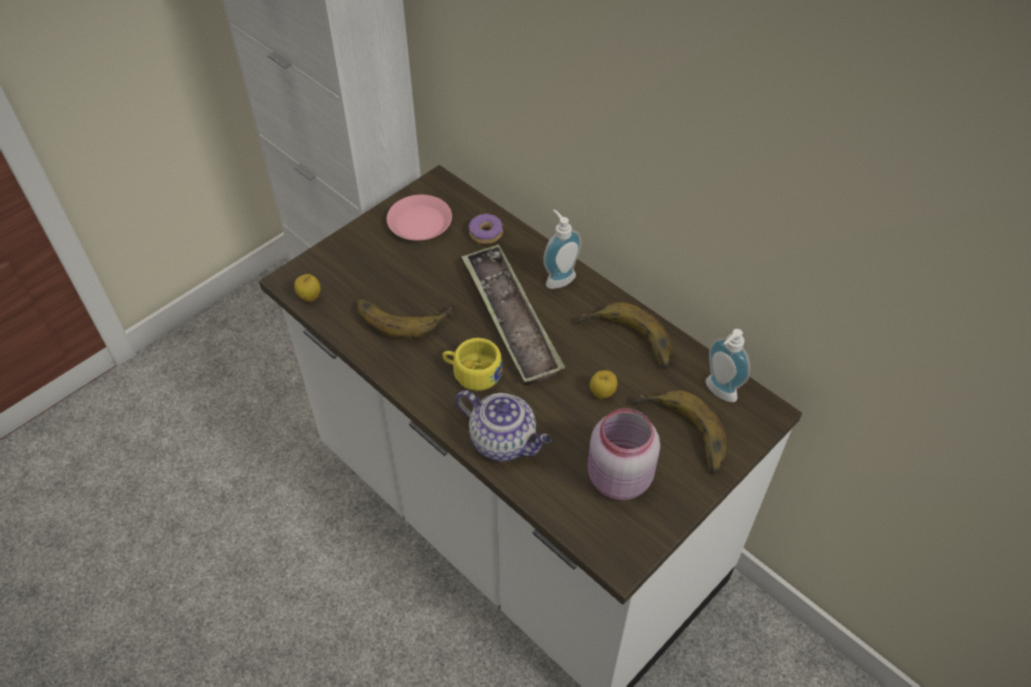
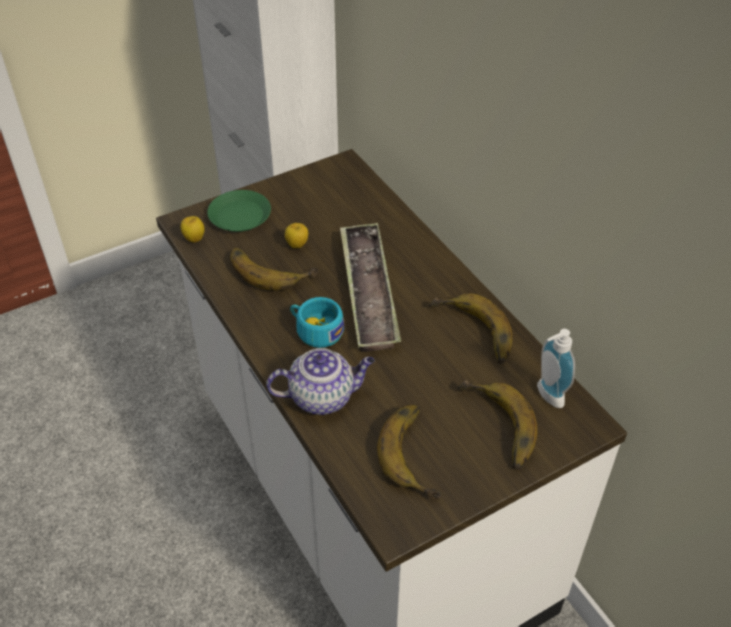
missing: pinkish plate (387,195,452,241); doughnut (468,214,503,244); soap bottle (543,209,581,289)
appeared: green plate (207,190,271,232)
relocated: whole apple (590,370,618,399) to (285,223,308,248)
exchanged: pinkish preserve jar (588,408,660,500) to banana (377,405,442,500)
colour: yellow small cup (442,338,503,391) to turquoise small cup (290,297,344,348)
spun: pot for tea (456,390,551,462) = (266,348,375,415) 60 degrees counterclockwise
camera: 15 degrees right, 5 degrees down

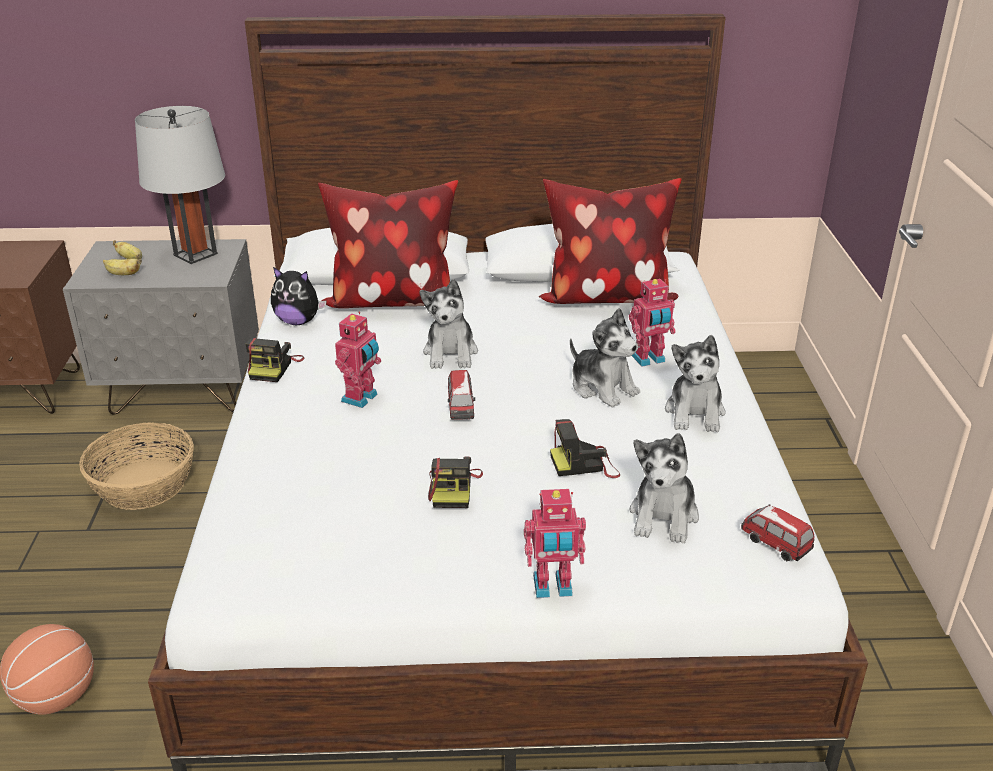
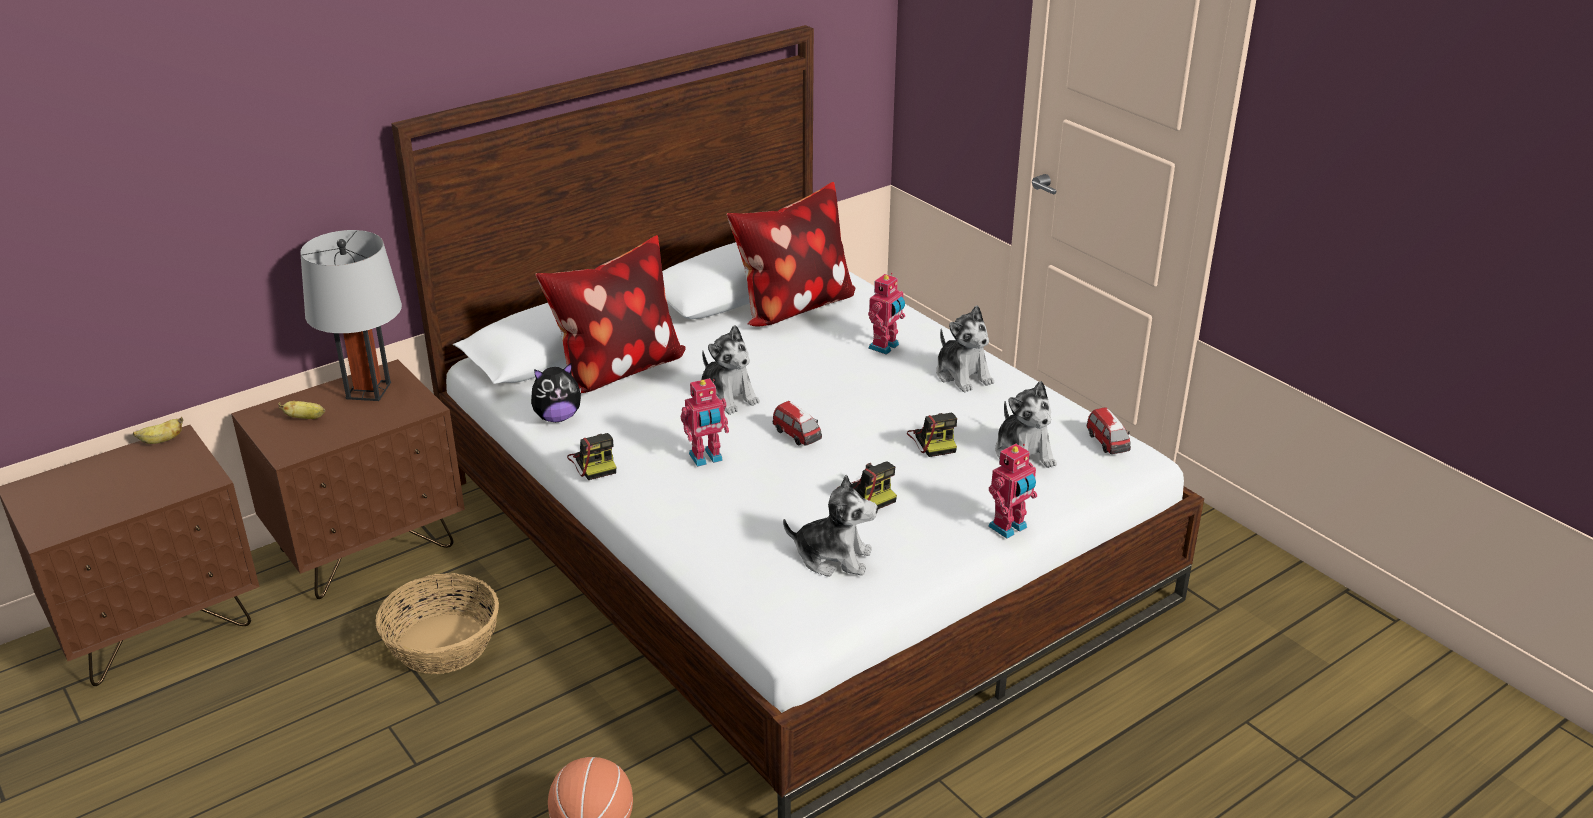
relocated: banana (103,259,142,275) to (133,417,184,444); soft toy (570,308,640,407) to (783,475,878,577)
colour: greyish nightstand (63,239,259,414) to brown nightstand (231,359,465,599)
spun: robot figure (335,311,381,408) = (681,378,729,467) 75 degrees clockwise; still camera (550,419,620,478) = (907,413,957,457) 60 degrees counterclockwise; miniature car (741,505,815,561) = (1087,407,1131,454) 120 degrees counterclockwise
camera: 35 degrees left, 0 degrees up

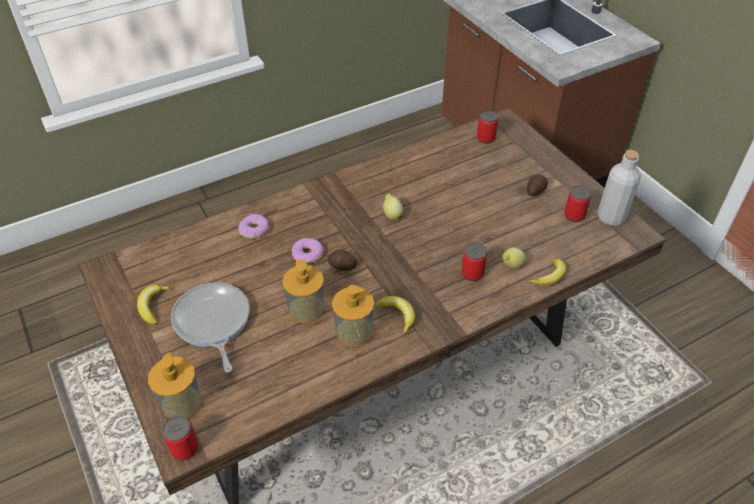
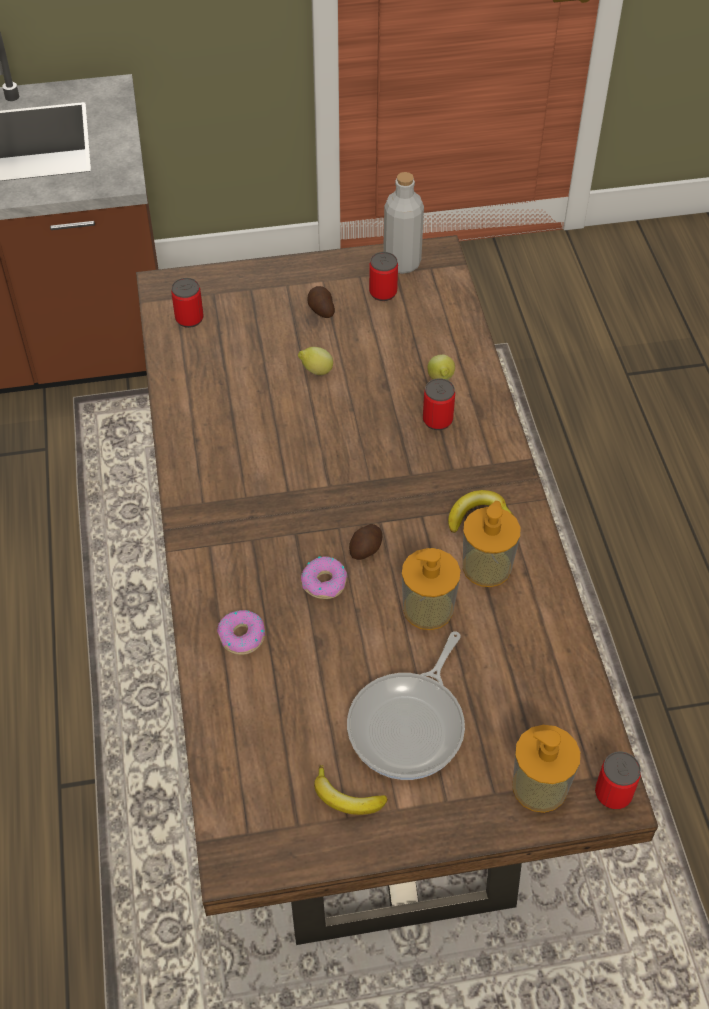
missing: banana (527,258,566,286)
relocated: whole lemon (383,193,403,220) to (298,347,333,375)
spun: pan (171,282,250,372) = (347,631,465,780) 60 degrees counterclockwise
camera: 70 degrees left, 5 degrees up

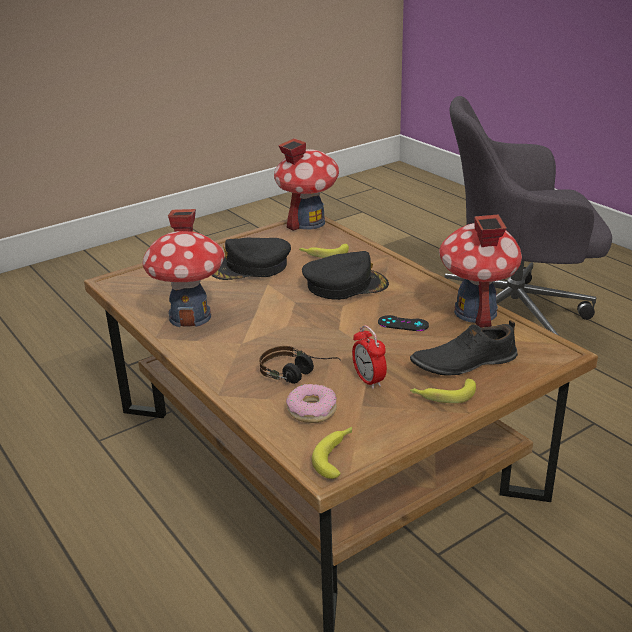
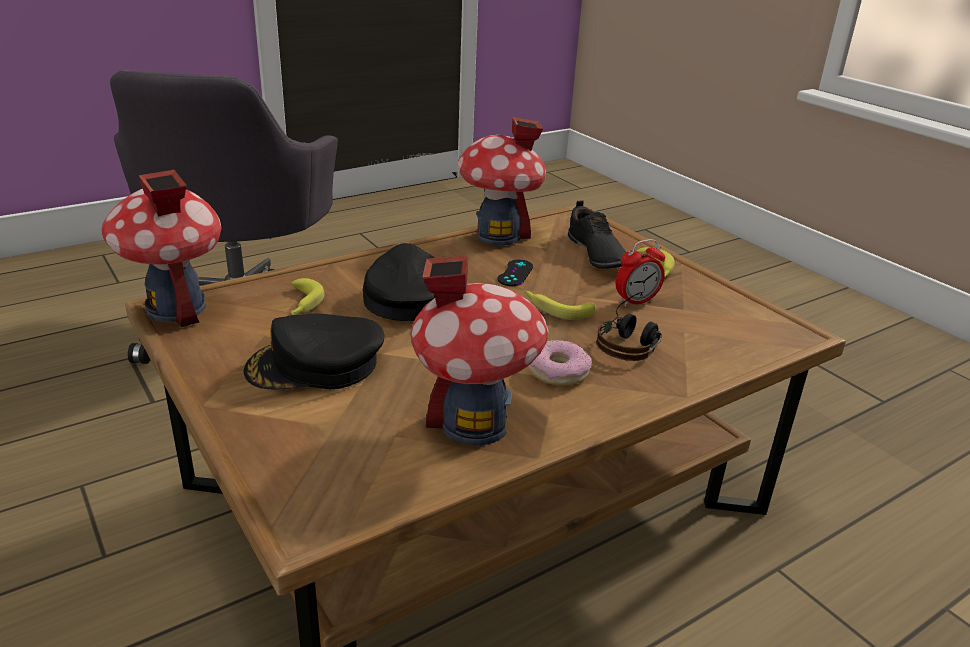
relocated: doughnut (286,384,337,423) to (529,340,592,386); banana (312,427,352,479) to (524,291,596,320)
spun: black cap (212,238,291,280) = (243,314,384,390) 90 degrees clockwise
camera: 90 degrees left, 0 degrees up

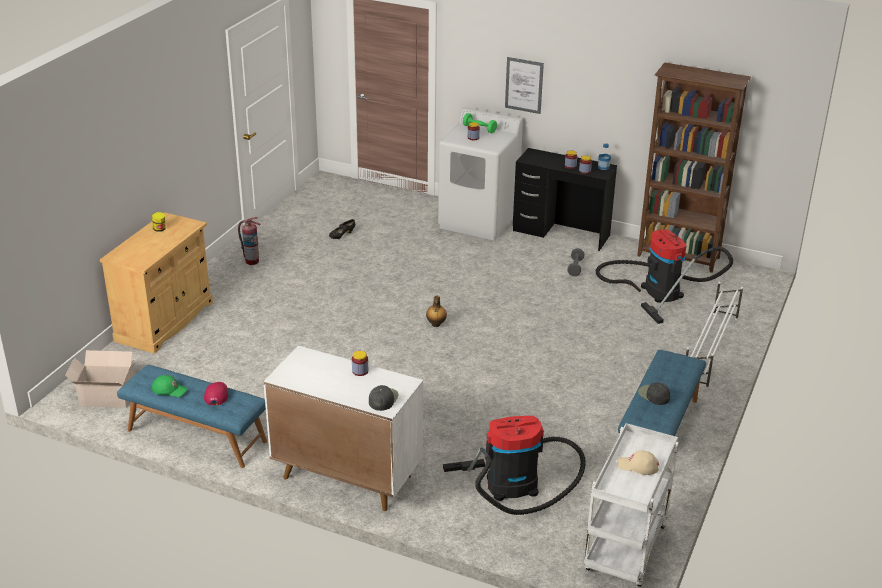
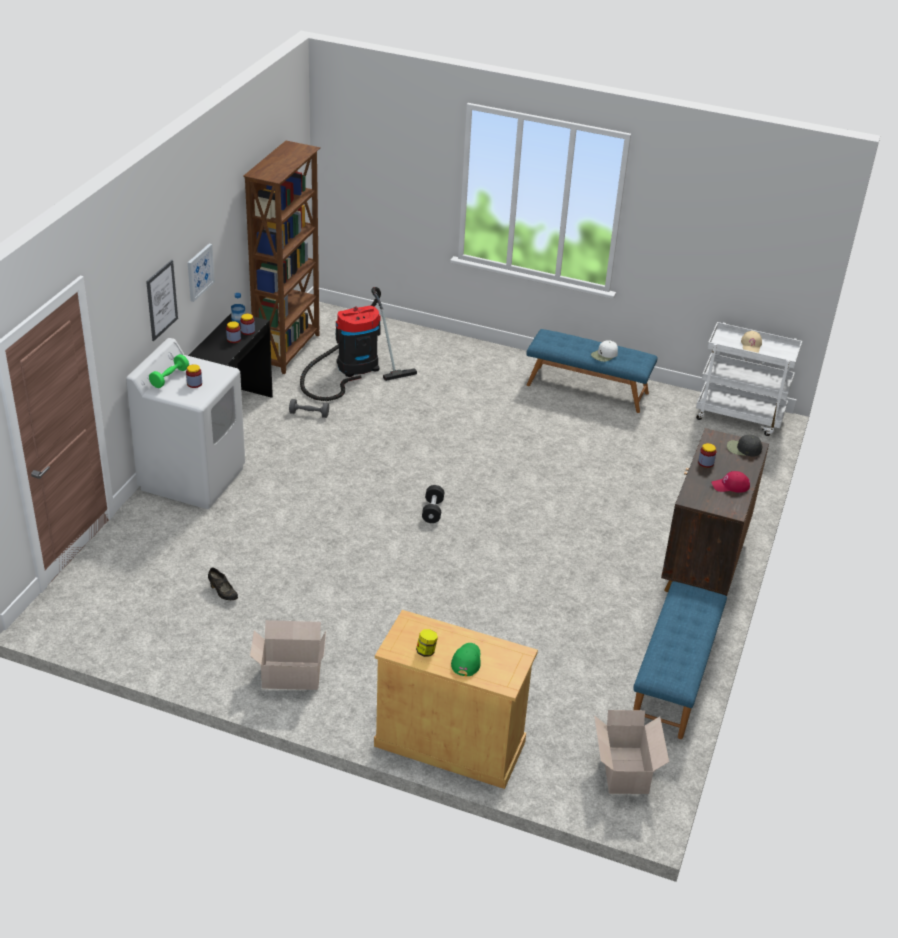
missing: hoover (443,416,586,515); white-coloured shoe stand (686,282,743,389)
appeared: picture (188,243,215,302)
relocated: green cap (152,375,188,397) to (451,643,481,676); red-coloured cap (204,382,228,405) to (712,471,750,493)
exchanged: fire extinguisher (238,217,261,265) to cardboard box (250,620,326,690); beverage bottle (426,296,447,327) to black dumbbell (422,485,444,523)
colour: white-coloured cabinet (263,346,423,511) to brown cabinet (661,428,769,596); black cap (638,382,670,405) to white-coloured cap (591,340,618,362)
camera: 95 degrees left, 5 degrees up

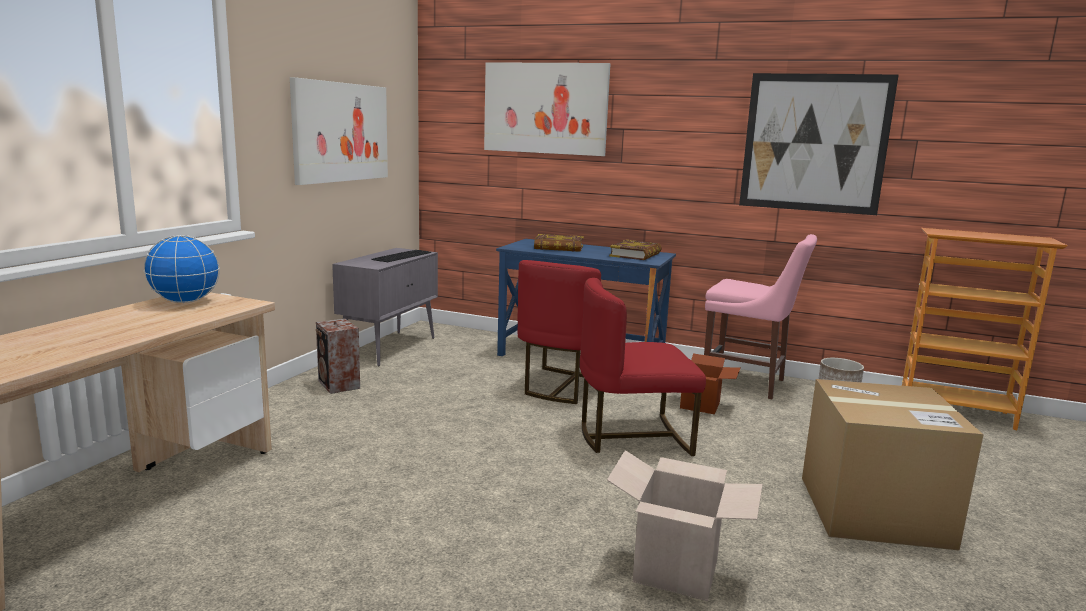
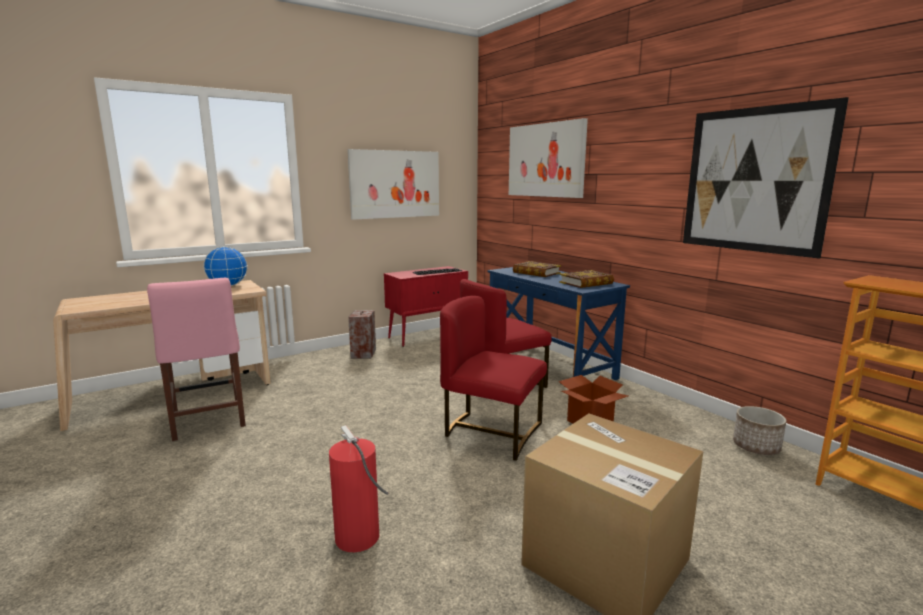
relocated: pinkish plain chair (704,234,817,399) to (147,278,246,441)
exchanged: cardboard box (607,450,763,601) to fire extinguisher (329,425,388,552)
colour: greyish cabinet (332,248,438,366) to red-coloured cabinet (384,266,468,347)
camera: 35 degrees right, 0 degrees up

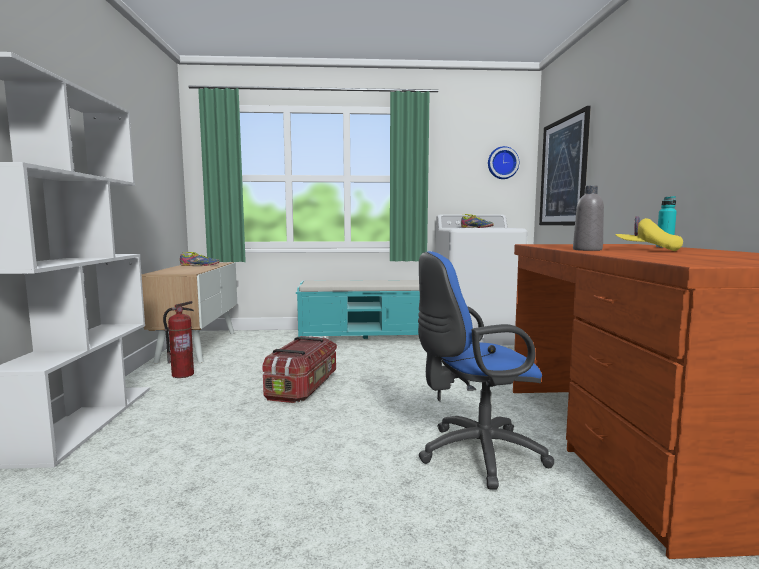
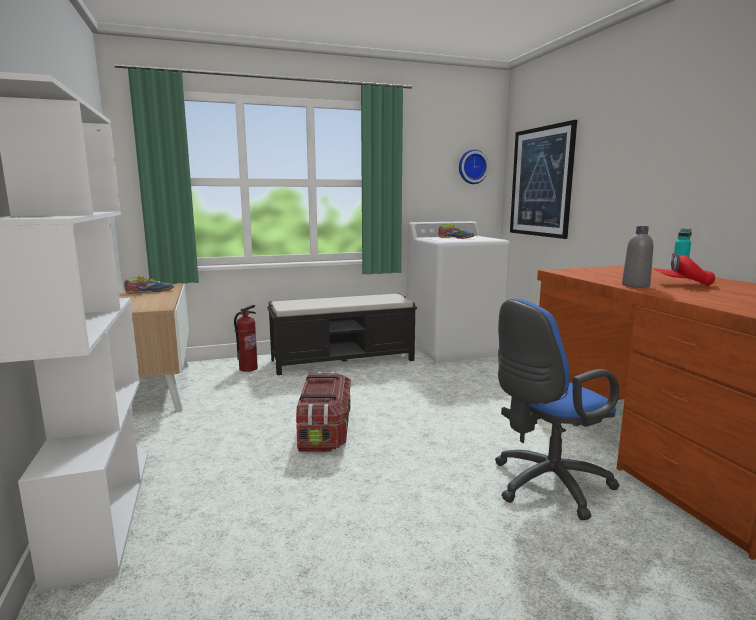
relocated: fire extinguisher (163,301,194,378) to (234,305,258,372)
colour: turquoise long seat (296,280,420,339) to black long seat (267,293,417,375); yellow cap (615,216,683,251) to red-coloured cap (655,253,715,286)
camera: 15 degrees left, 5 degrees up

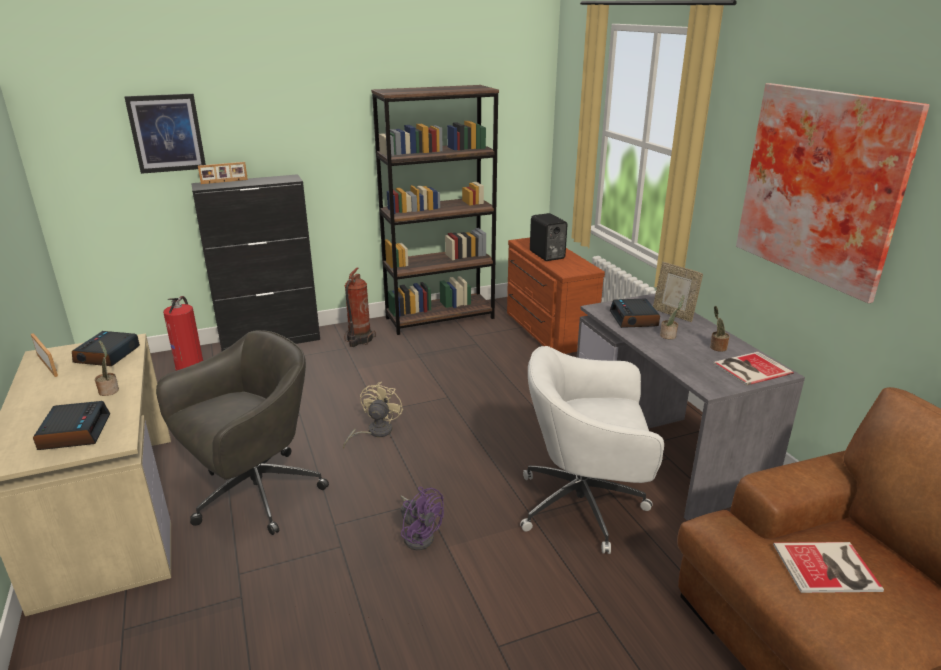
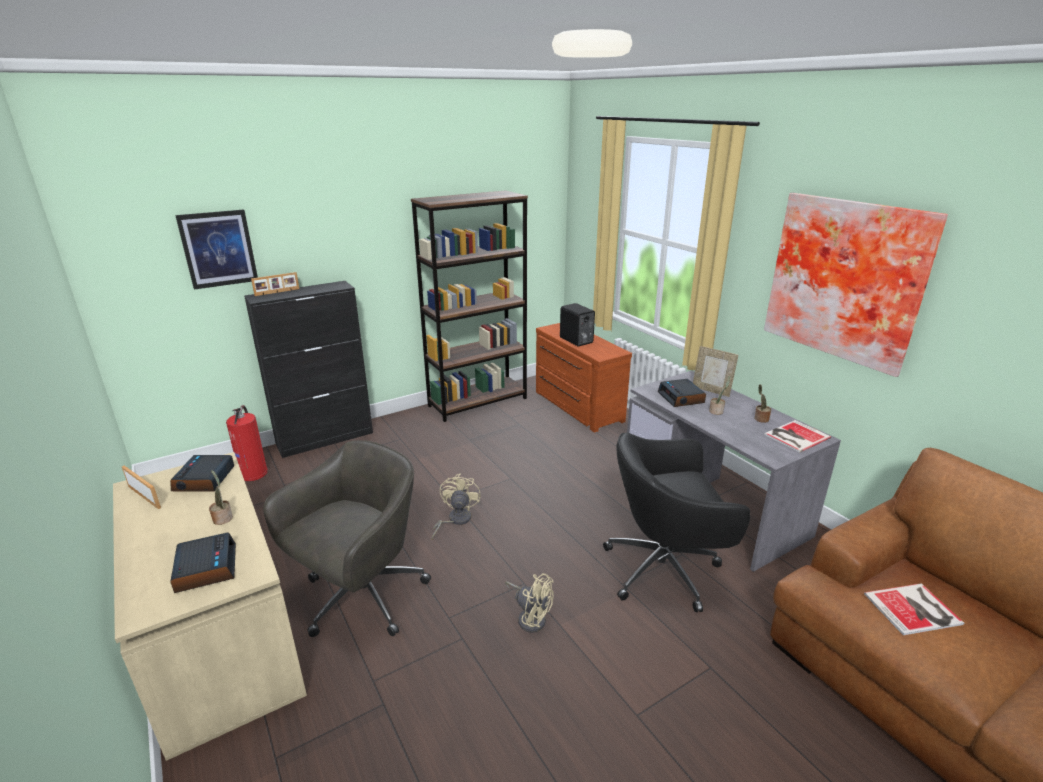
missing: fire extinguisher (344,267,376,347)
colour: purplish fan (400,487,444,550) to beige-coloured fan (505,573,553,633); white-coloured office chair (520,346,664,554) to black office chair (603,432,750,612)
camera: 10 degrees left, 0 degrees up

